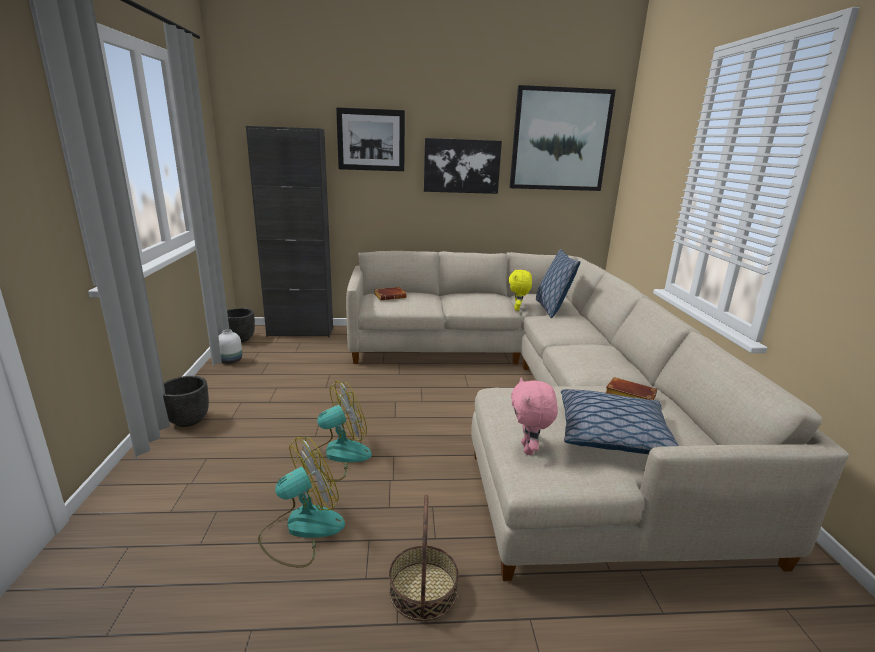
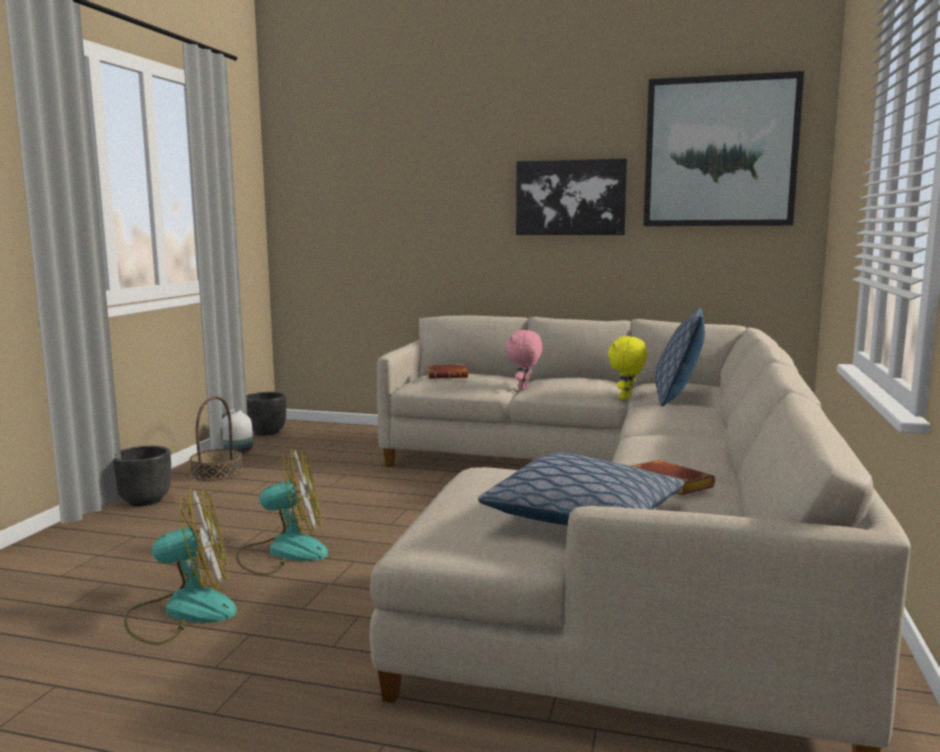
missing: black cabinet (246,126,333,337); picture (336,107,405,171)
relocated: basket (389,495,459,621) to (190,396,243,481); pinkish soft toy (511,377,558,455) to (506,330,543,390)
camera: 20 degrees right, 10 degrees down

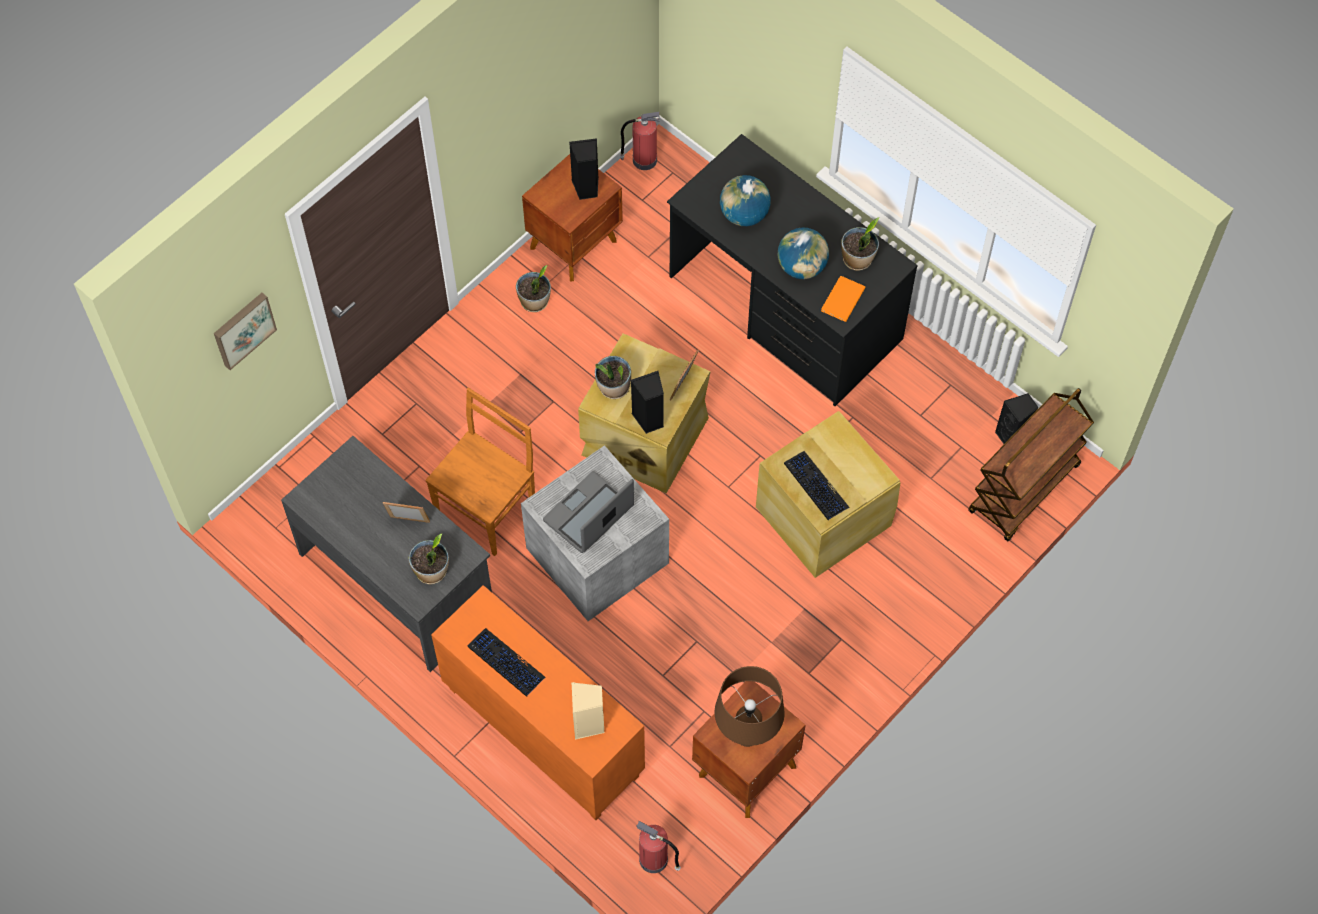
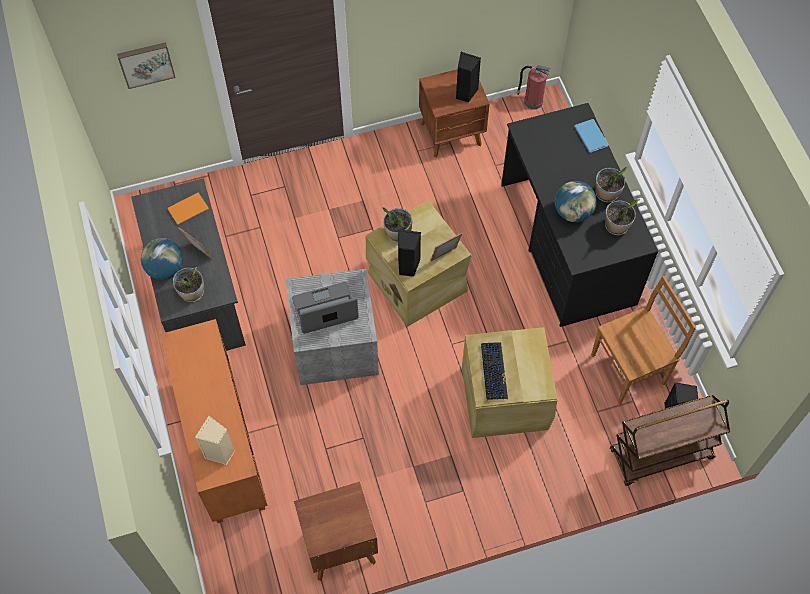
missing: PC keyboard (468,628,546,697); fire extinguisher (637,821,681,873); brown lamp for a table (715,666,785,747)
appeared: bluish bound book (574,119,608,153)
relocated: brown plain chair (425,388,535,556) to (591,276,696,404); houseplant (516,265,551,312) to (595,167,629,202); globe (720,175,771,226) to (141,238,183,280); orange-coloured bound book (821,276,866,322) to (168,193,209,225)
camera: 30 degrees right, 0 degrees up

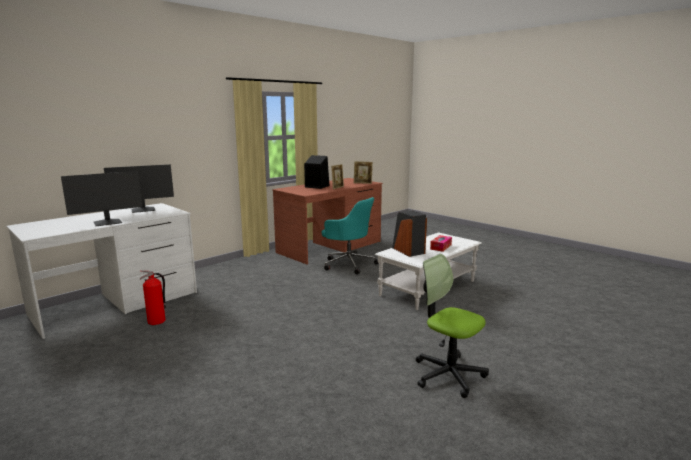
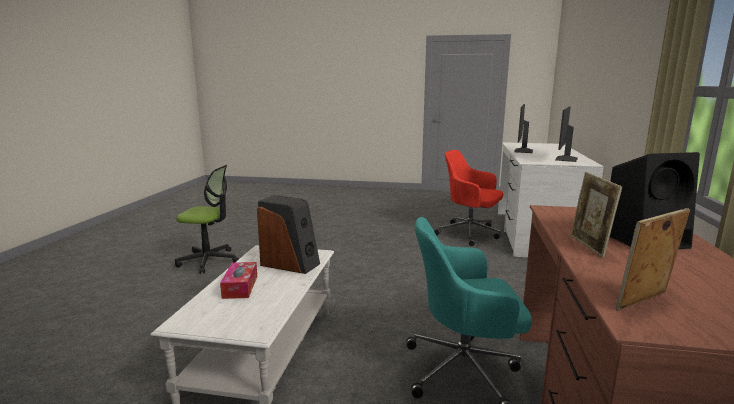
exchanged: fire extinguisher (140,270,166,325) to red-coloured office chair (434,150,503,246)
camera: 145 degrees right, 0 degrees up

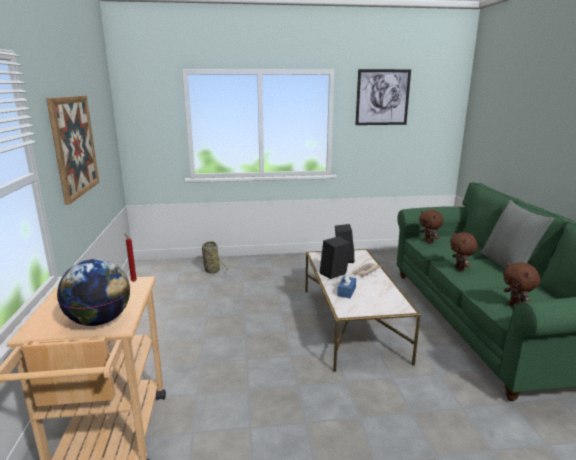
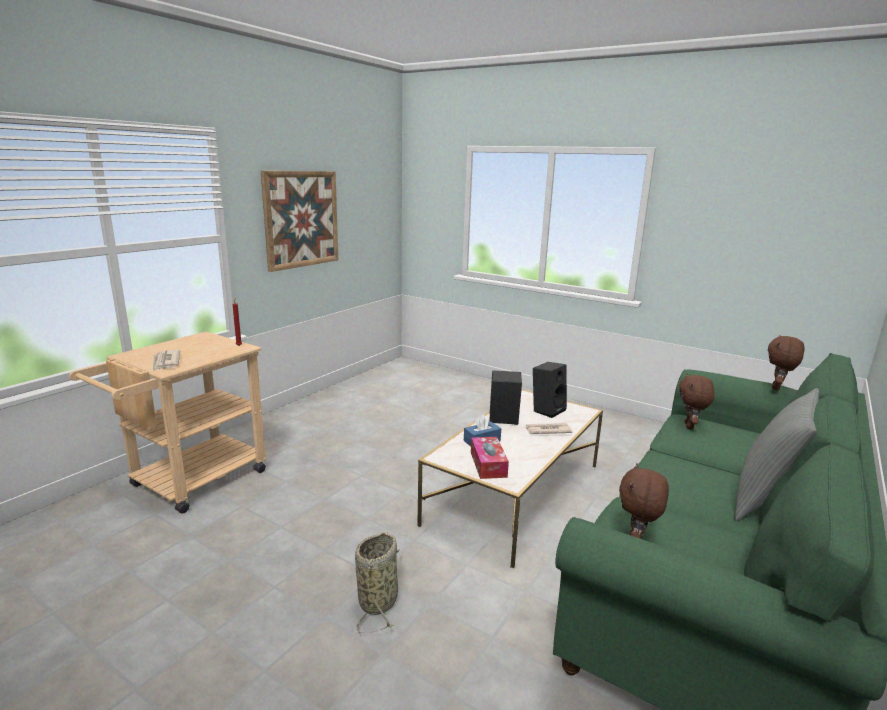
missing: picture (355,69,411,125)
appeared: box of tissues (471,437,509,479)
relocated: basket (201,241,228,276) to (355,532,400,633); brown soft toy (450,232,478,271) to (768,335,805,391)
exchanged: globe (57,259,130,326) to newspaper (153,350,180,371)
camera: 40 degrees right, 0 degrees up

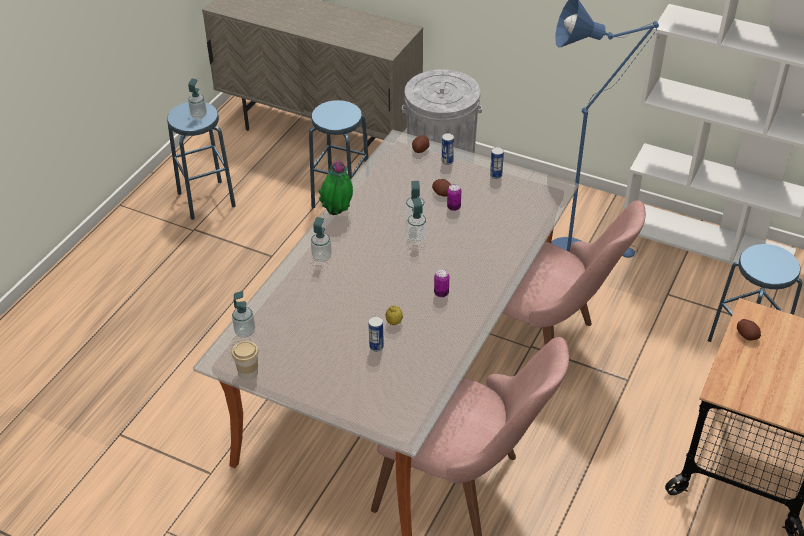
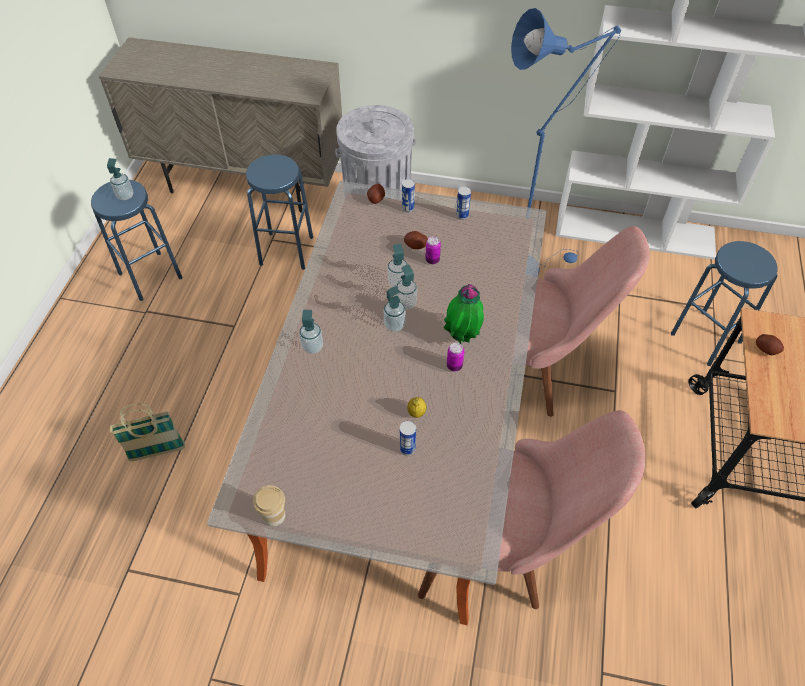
appeared: basket (110,404,185,461)
relocated: soap bottle (232,291,255,338) to (384,286,405,332); houseplant (318,160,353,215) to (444,284,484,344)
camera: 15 degrees left, 10 degrees up

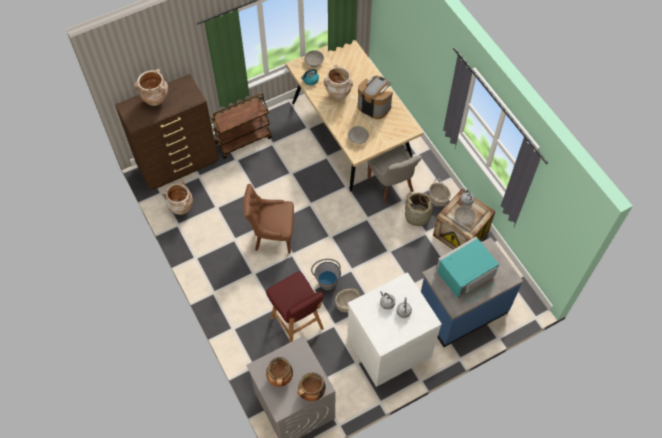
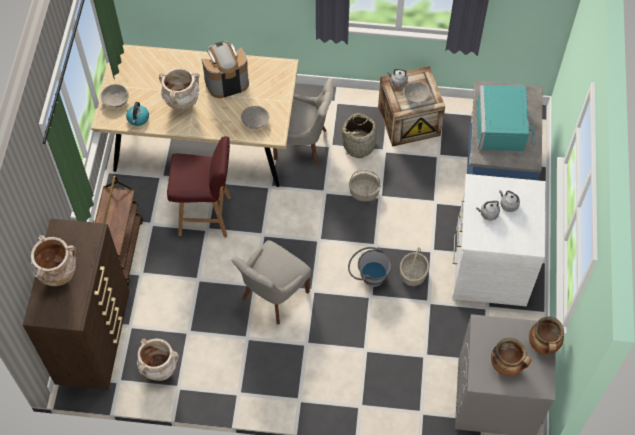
relocated: red-coloured stool (266,271,324,343) to (167,136,231,237); basket (429,178,451,206) to (349,170,381,201)
colour: brown plain chair (243,184,294,253) to greyish plain chair (231,240,311,325)
camera: 55 degrees left, 0 degrees up

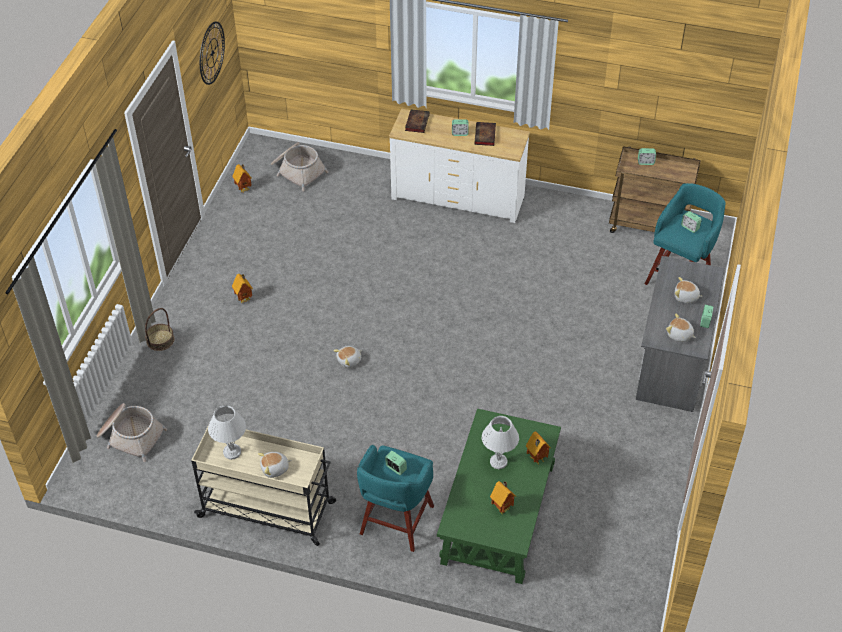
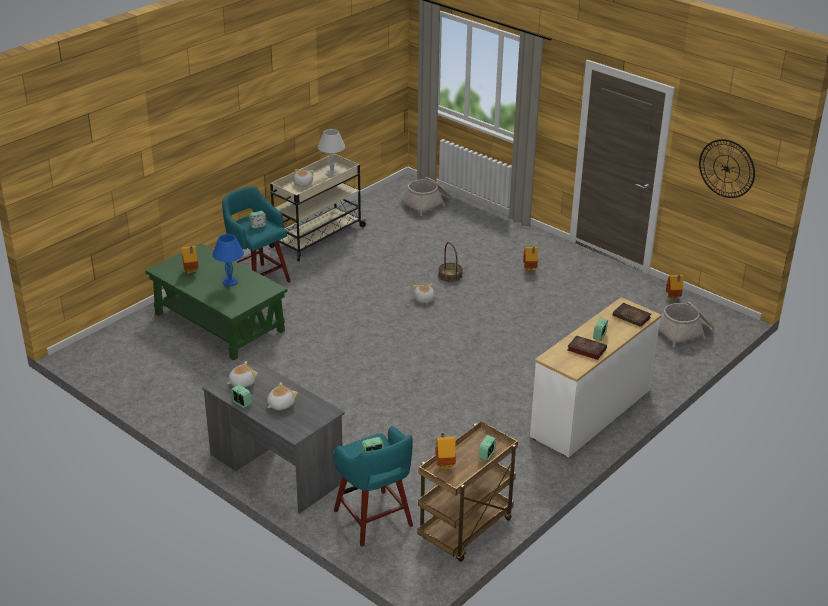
relocated: basket (145,308,174,351) to (438,242,463,282); toy house (526,431,551,465) to (435,433,456,469)
colour: white-coloured lamp for a table (482,416,519,469) to bluish lamp for a table (212,234,244,286)
camera: 115 degrees right, 15 degrees down

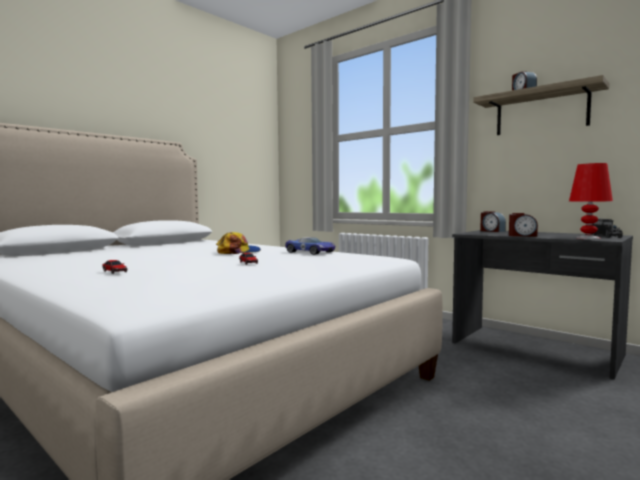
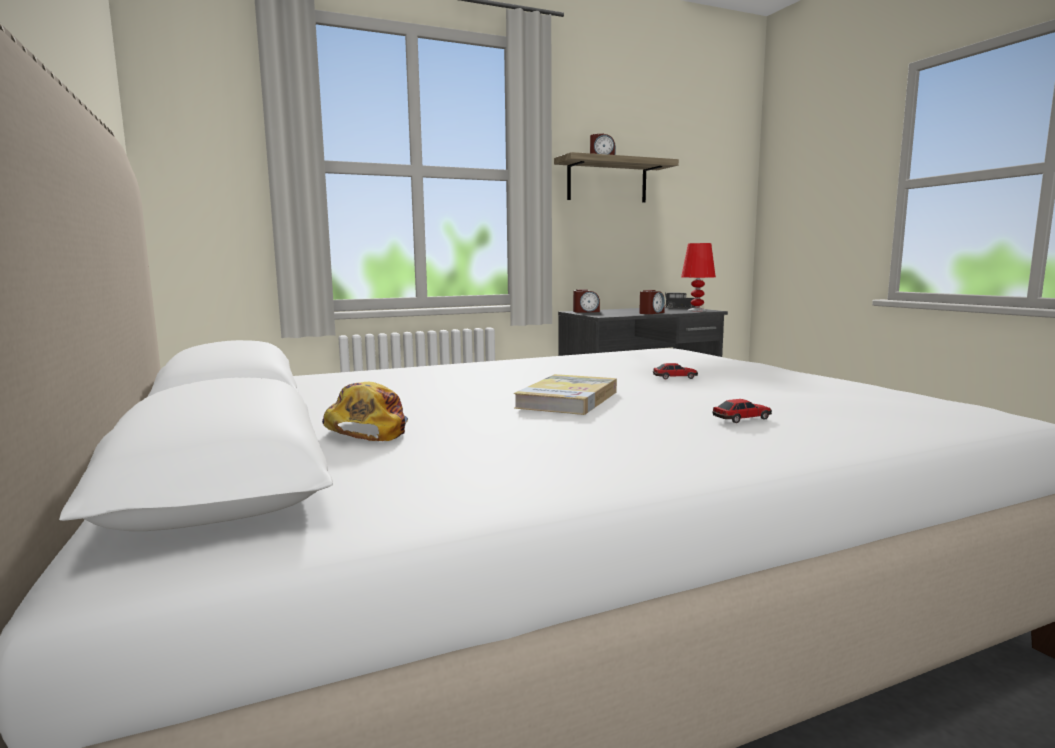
missing: miniature car (285,237,335,255)
appeared: bound book (514,374,617,415)
relocated: cap (216,232,261,254) to (322,382,408,441)
camera: 65 degrees left, 5 degrees up

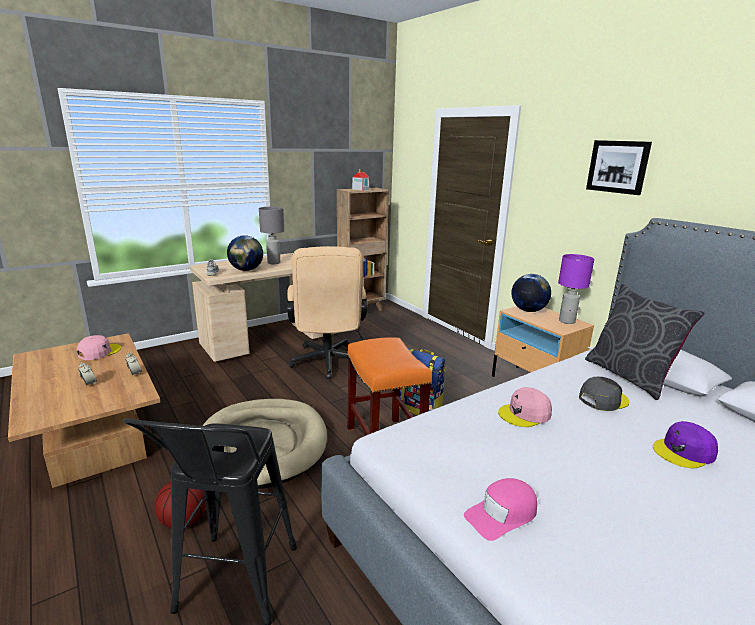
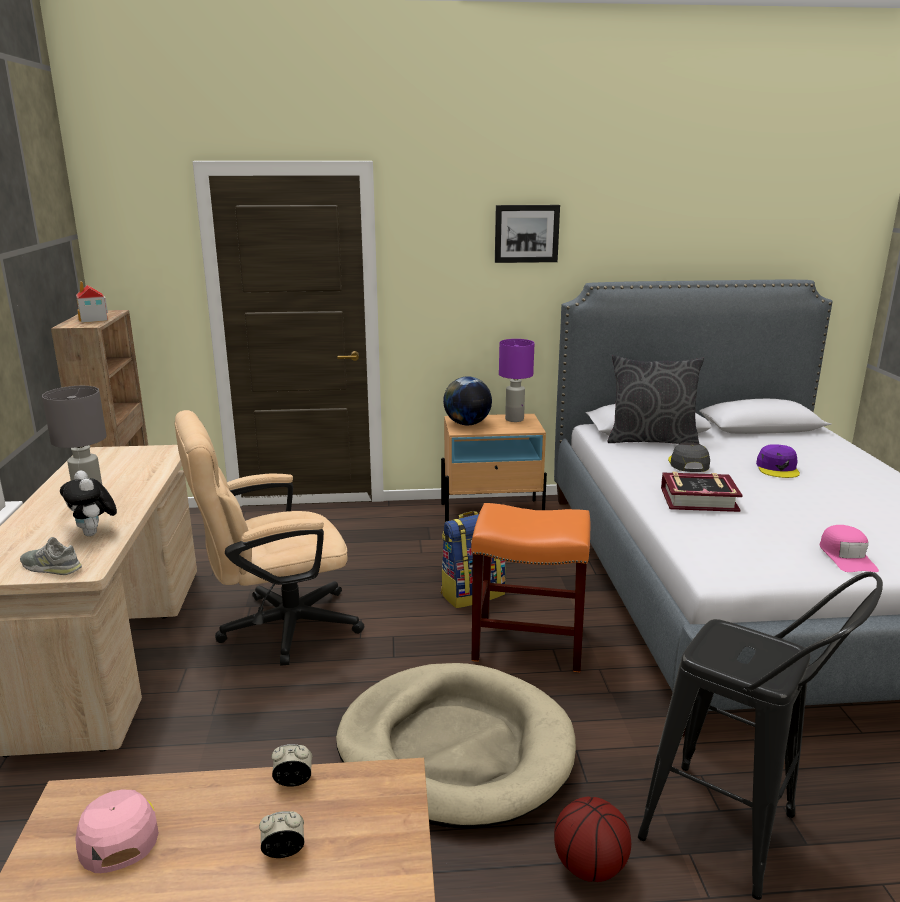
exchanged: globe (227,235,263,271) to soft toy (60,470,117,536); pinkish cap (498,387,552,427) to bound book (661,472,743,512)
spun: beige-coloured office chair (287,246,368,379) = (174,410,365,666) 135 degrees clockwise
camera: 60 degrees left, 0 degrees up

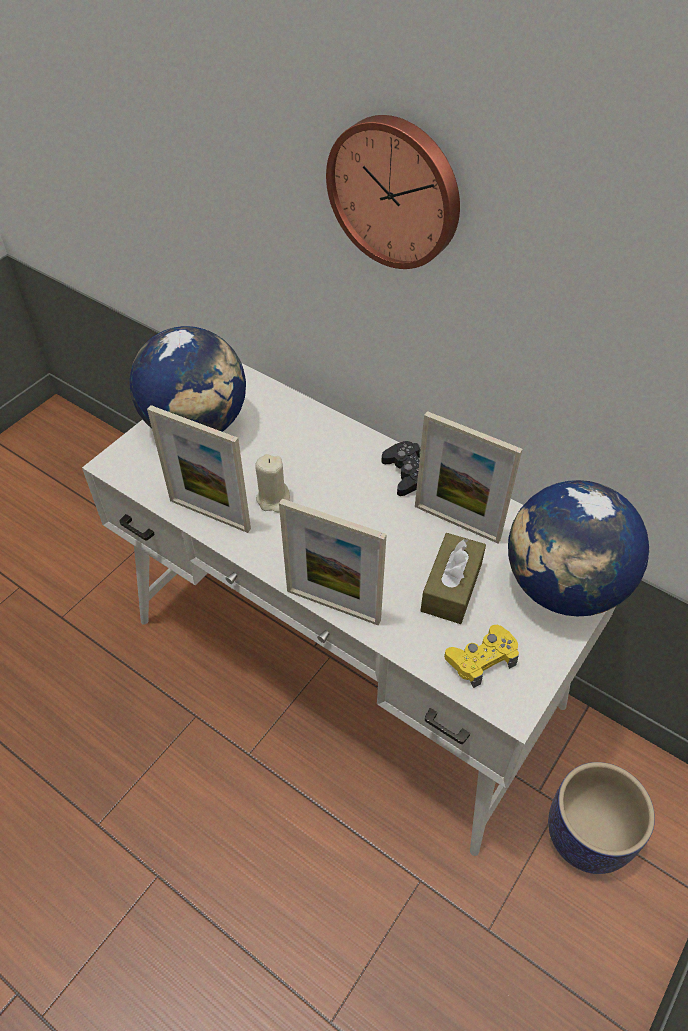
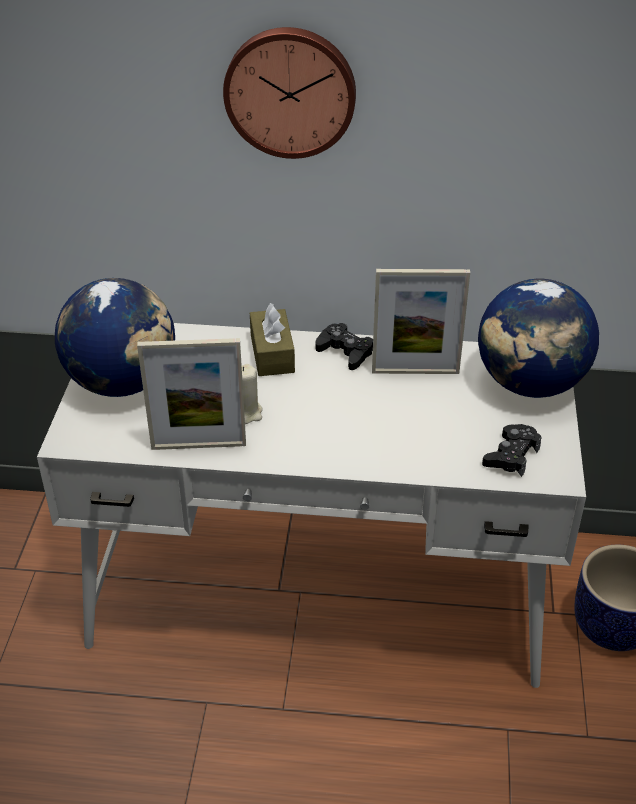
missing: photo frame (279,498,387,626)
relocated: brown box of tissues (421,533,486,624) to (250,303,295,376)
colour: yellow joypad (444,625,519,688) to black joypad (482,424,542,477)
camera: 30 degrees left, 10 degrees down

